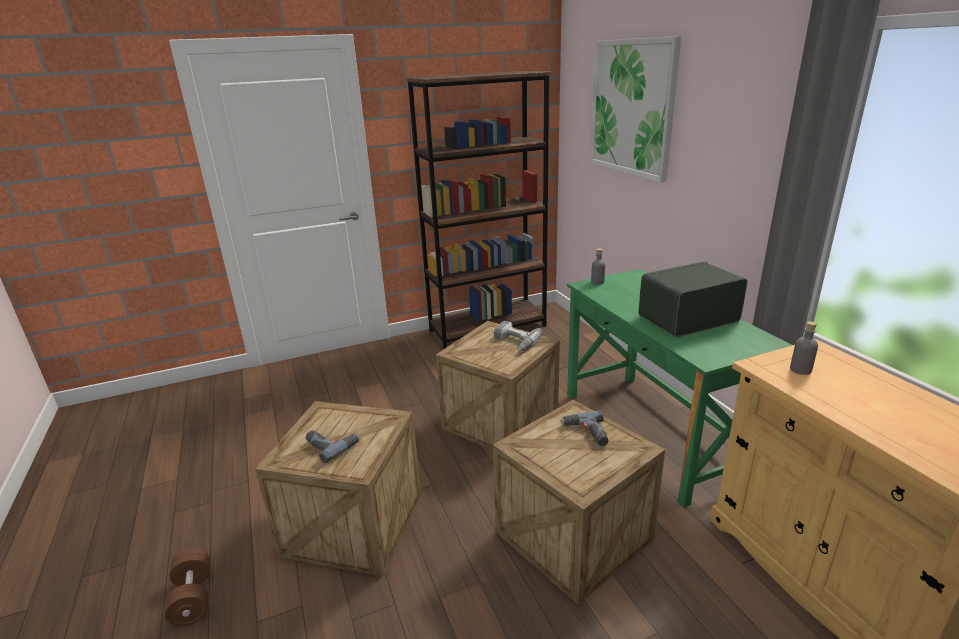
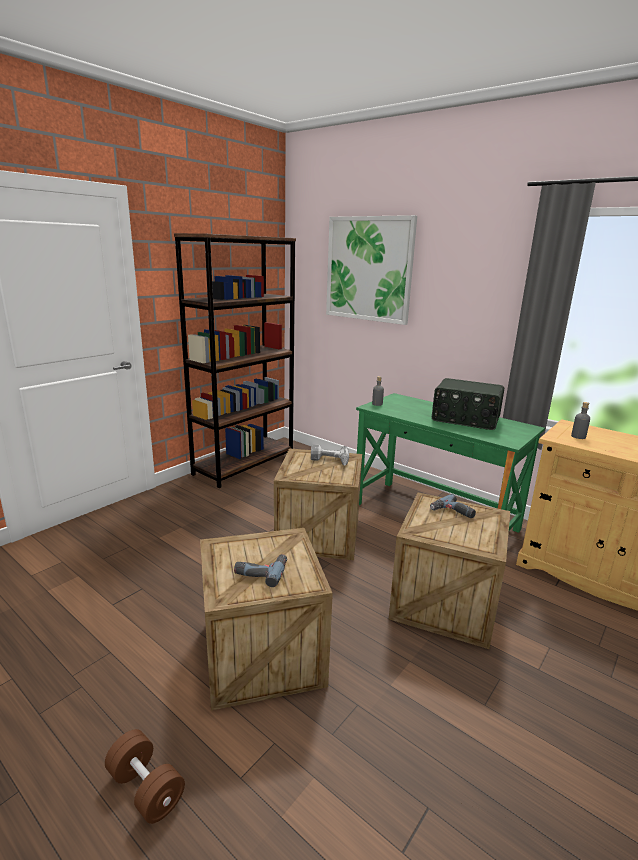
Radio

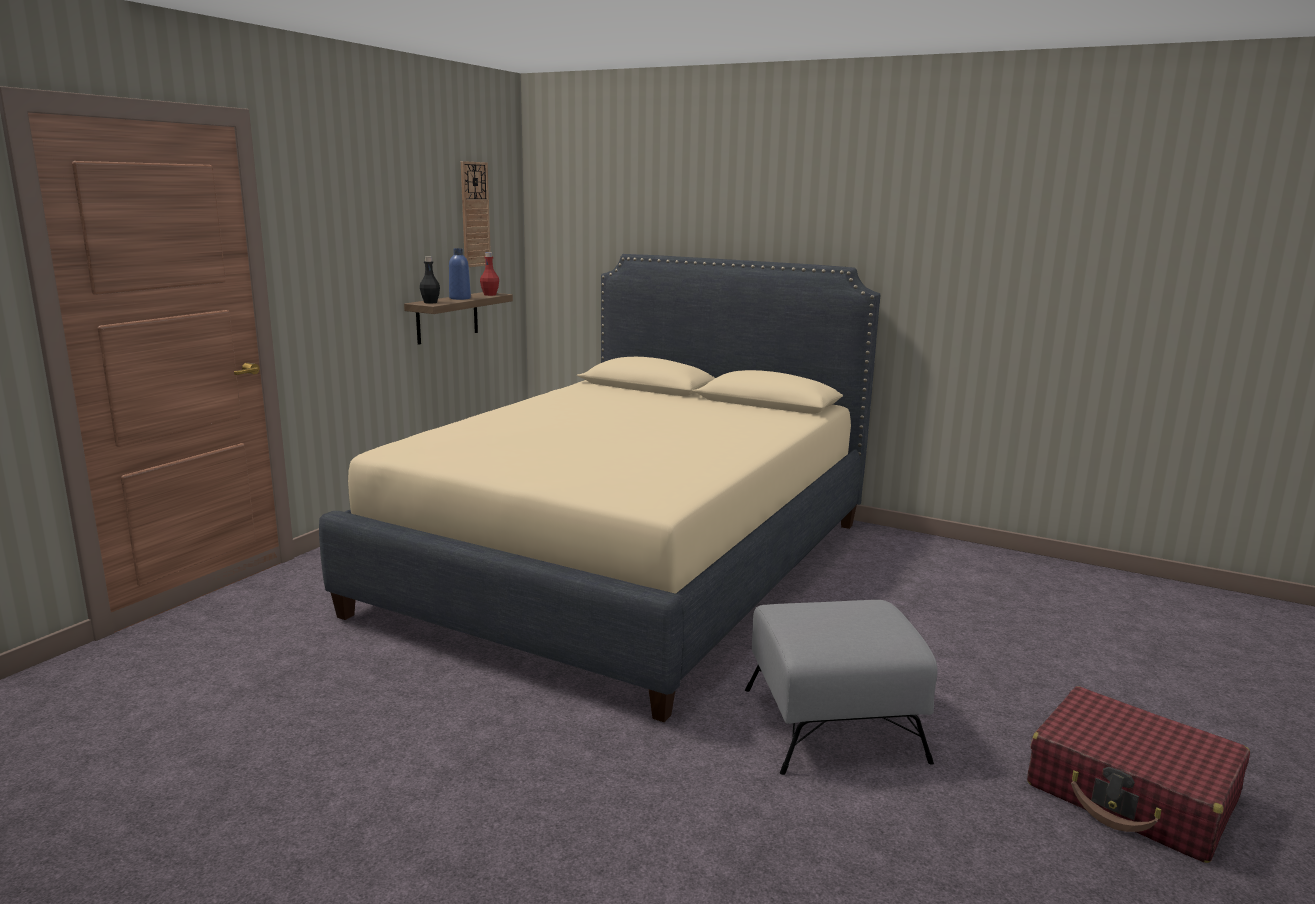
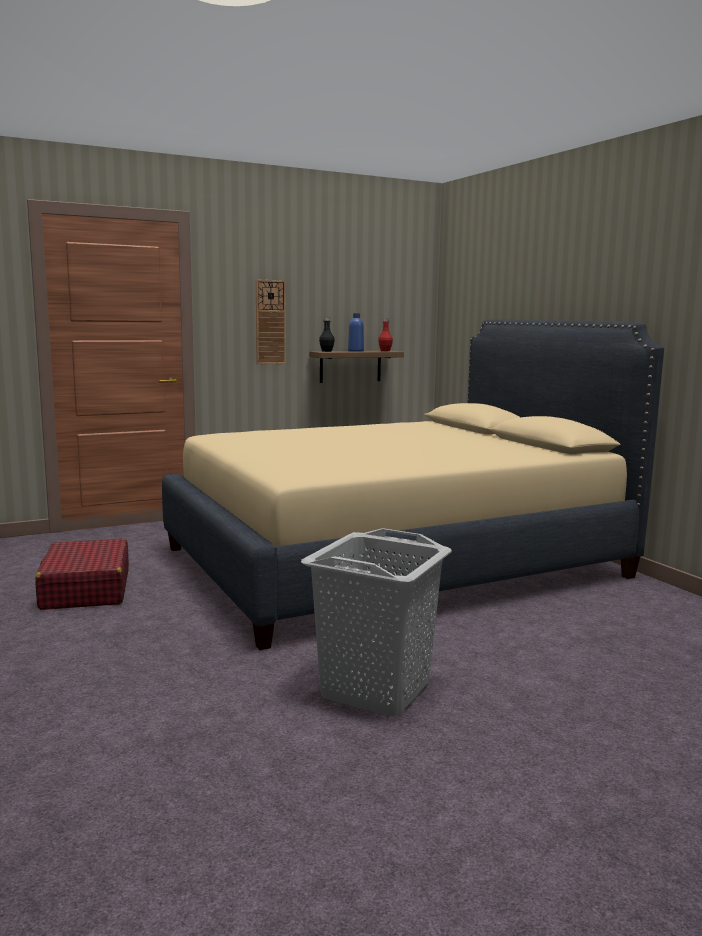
Wanduhr; Wäschekorb [grau]; Koffer [rot]

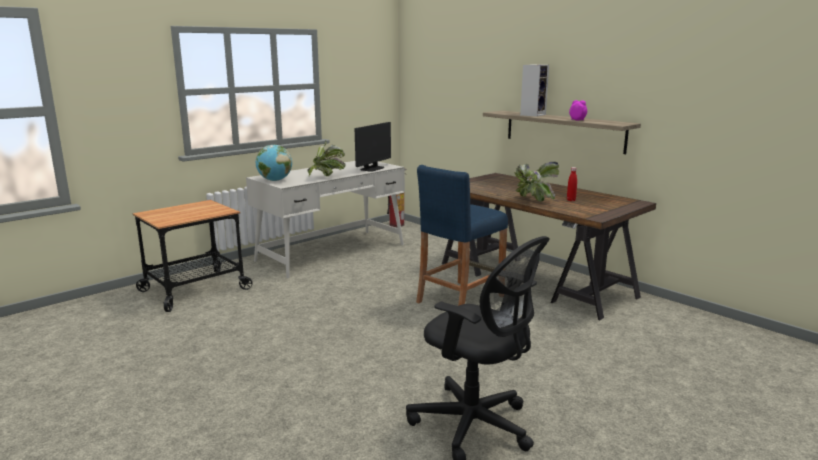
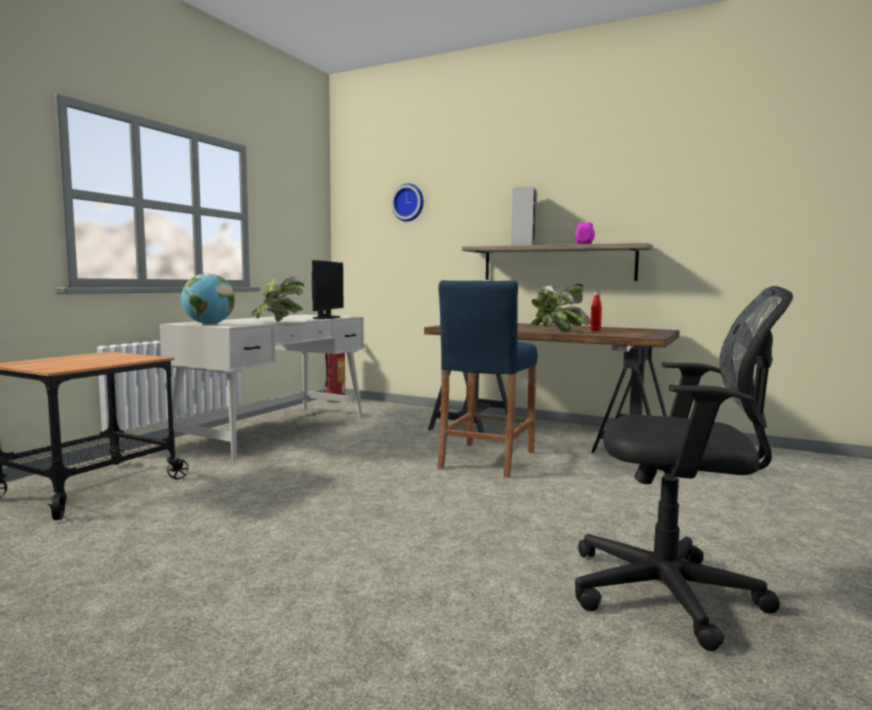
Wanduhr

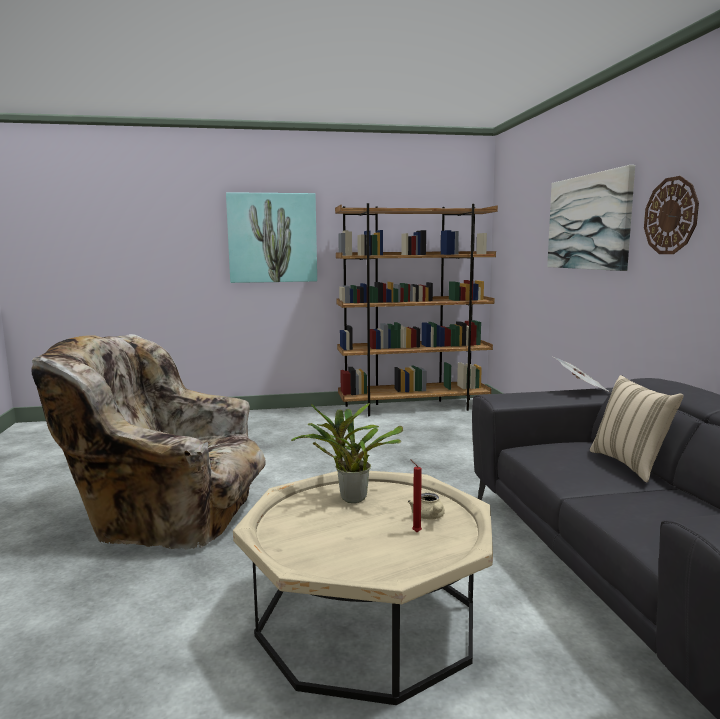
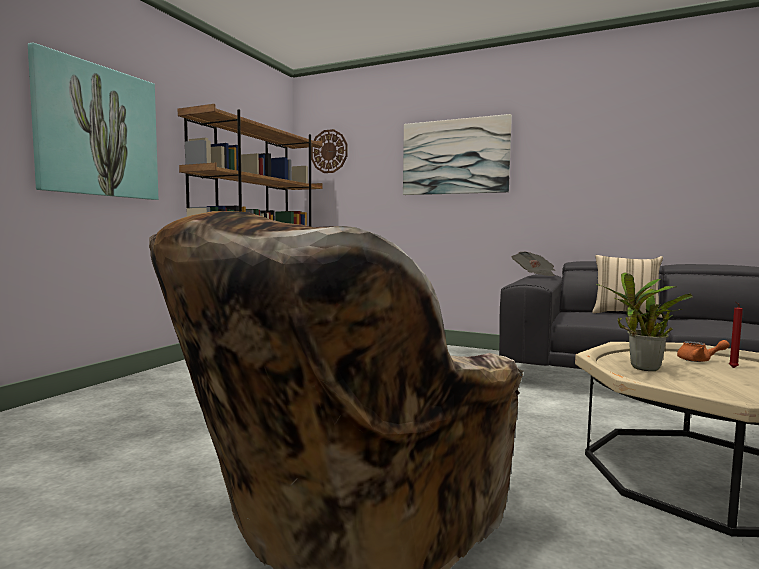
Wanduhr; Teekanne [orange]

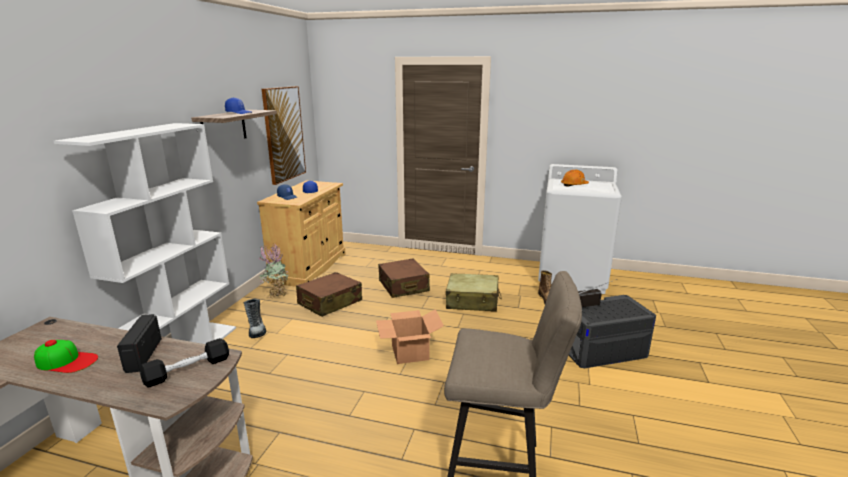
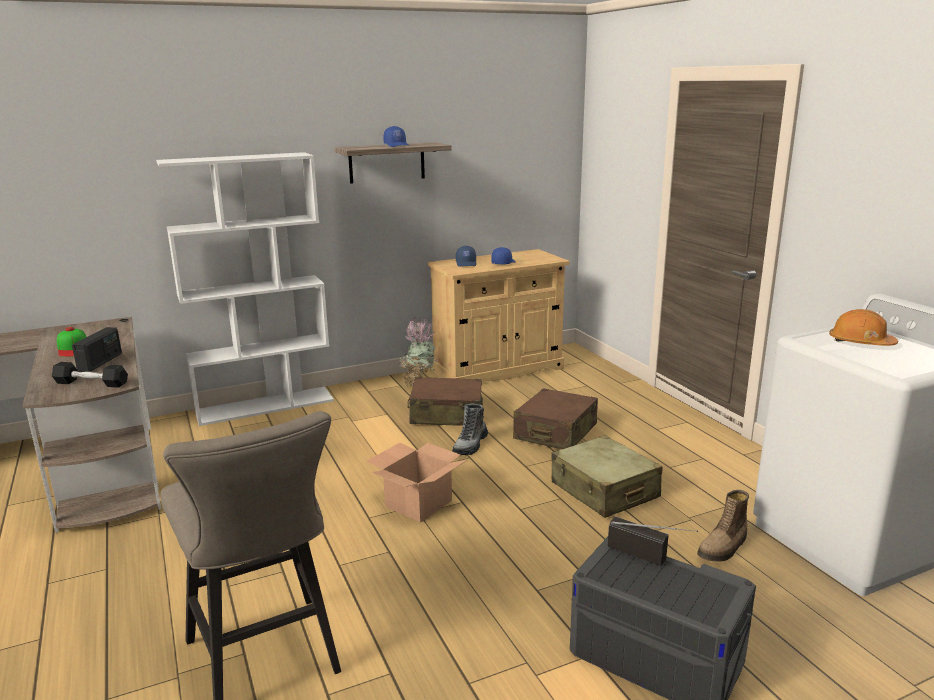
Bild; Stiefel (no. 1 from left); Radio (no. 1 from left)

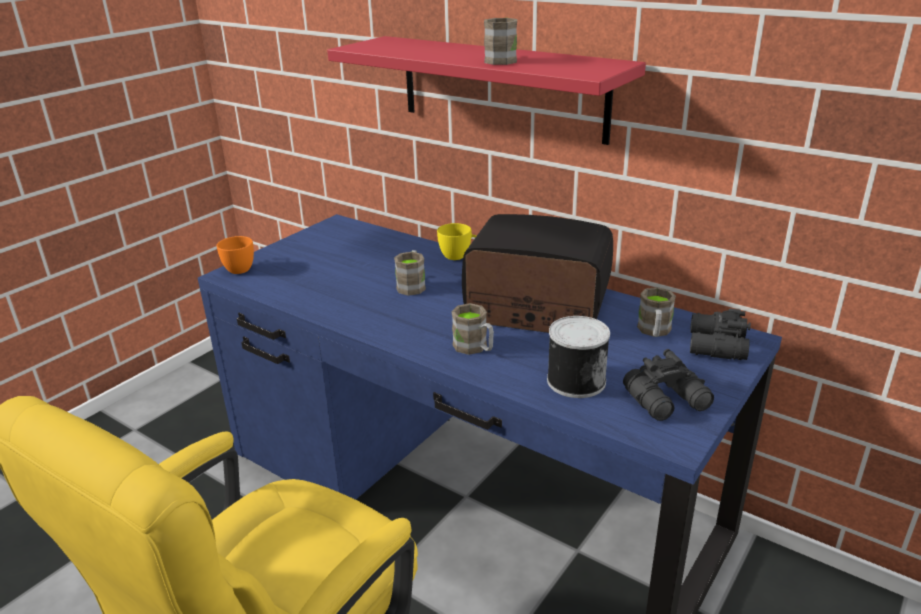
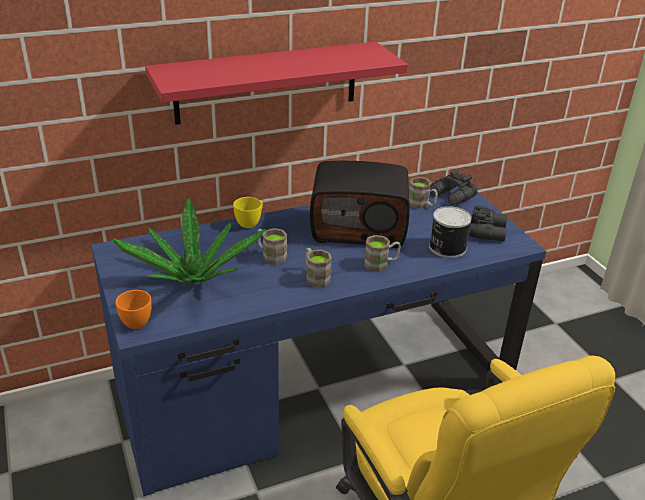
Henkelbecher [braun] (no. 2 from left); Radio; Topfpflanze

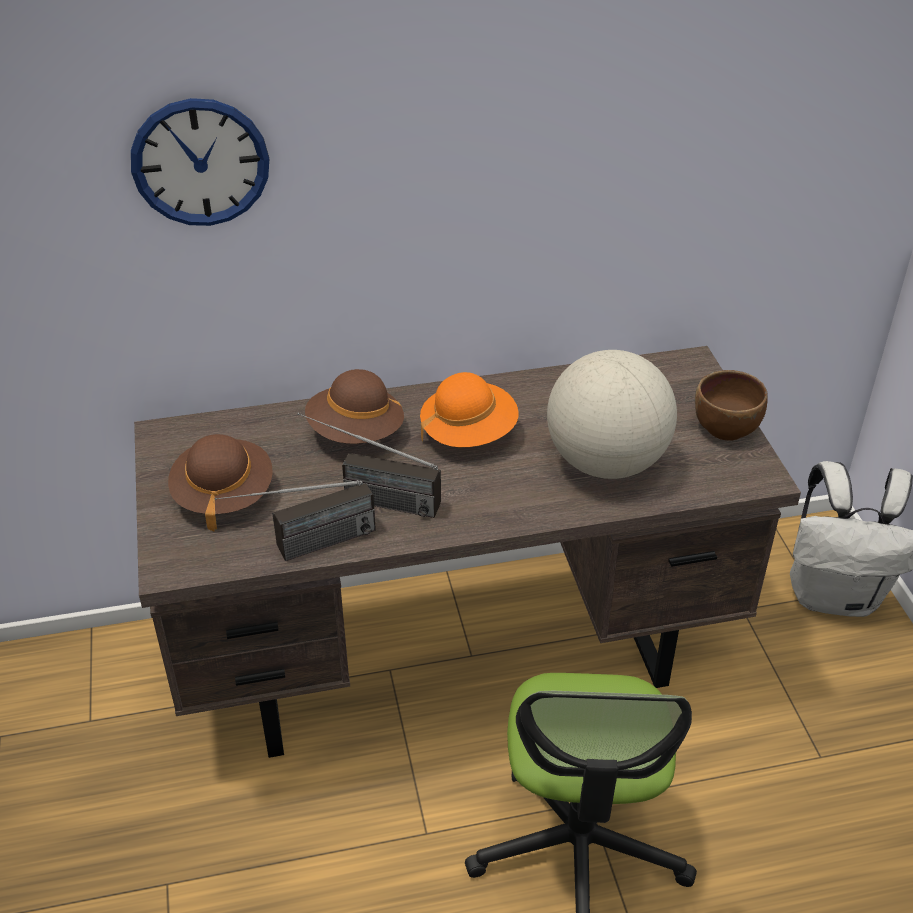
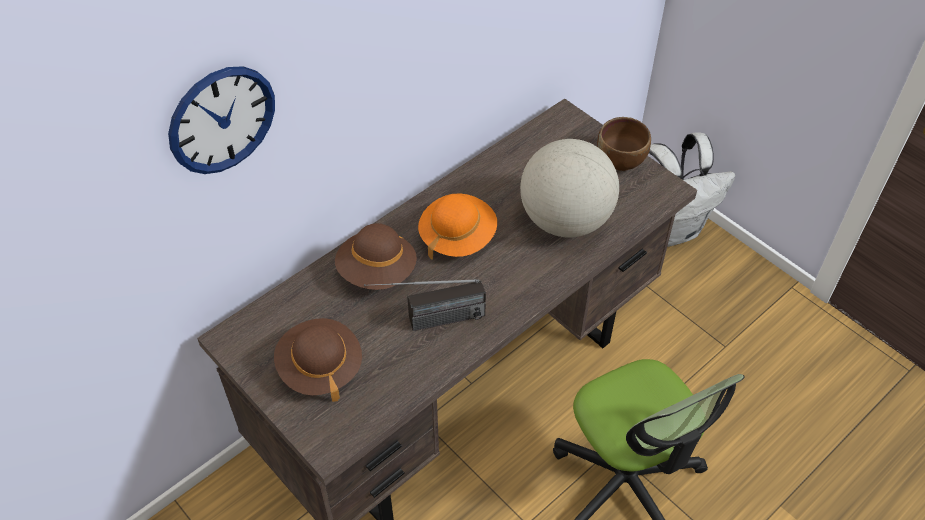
Radio (no. 1 from left in the first image)

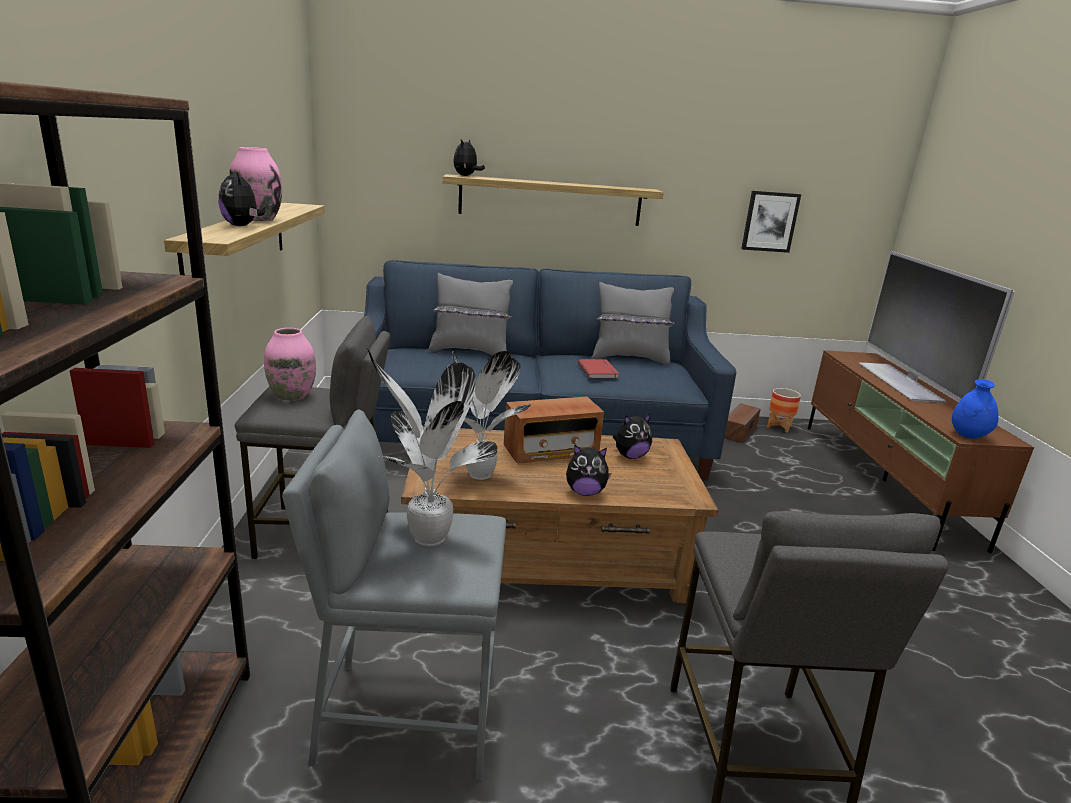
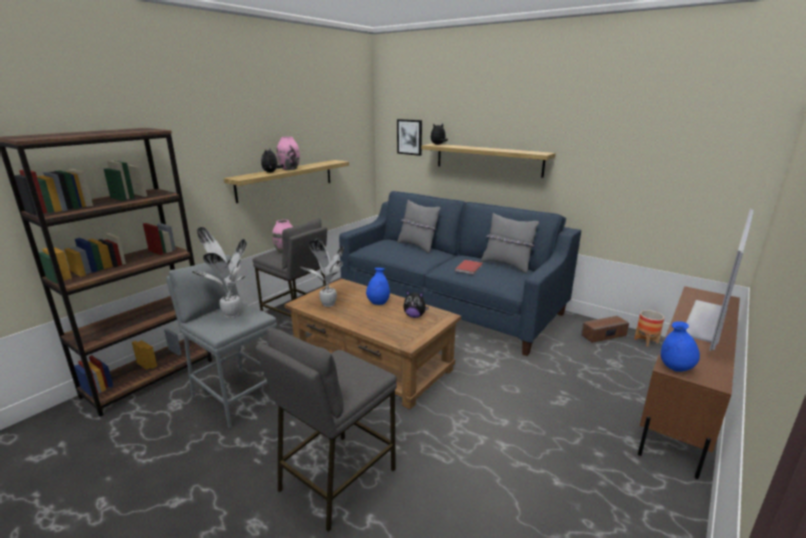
Bild; Vase [blau] (no. 1 from left); Plüschtier (no. 3 from left in the first image)

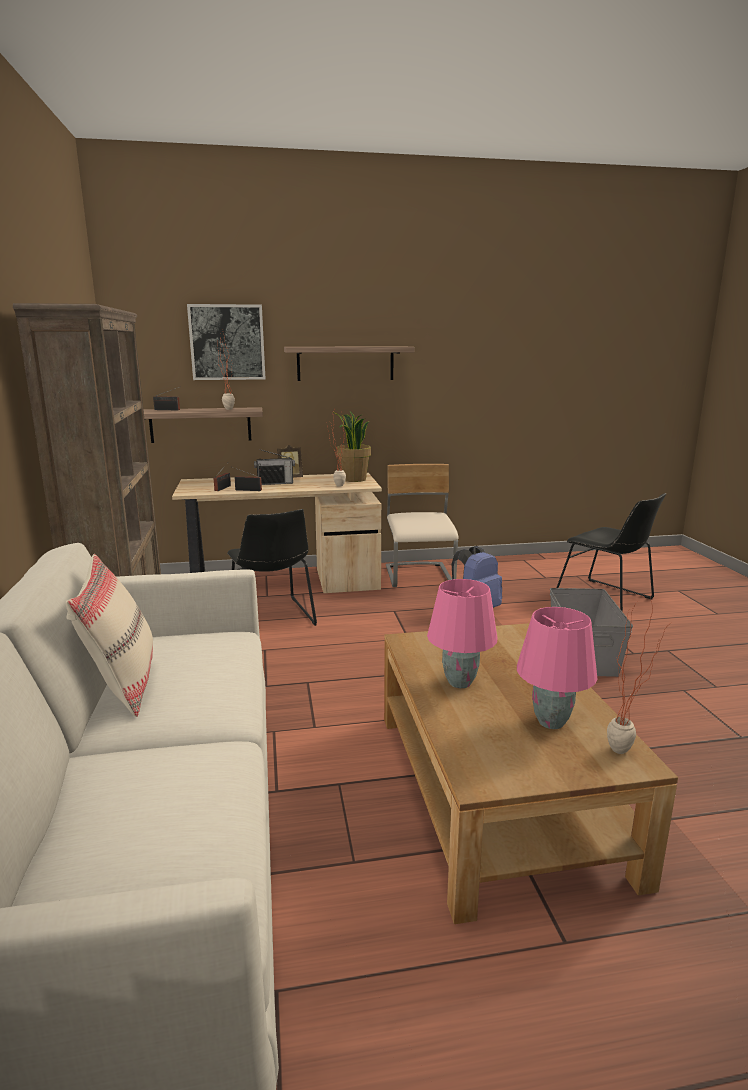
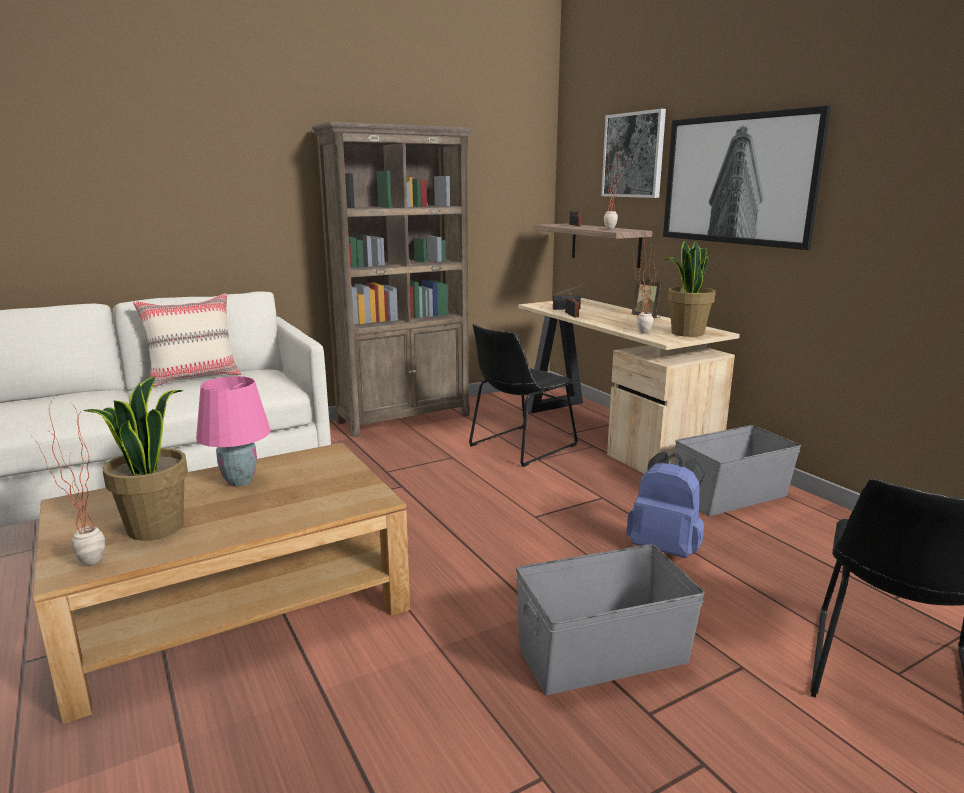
Bild (no. 2 from left); Radio (no. 4 from left in the first image); Aufbewahrungsbox [grau] (no. 2 from left); Topfpflanze (no. 2 from left)

